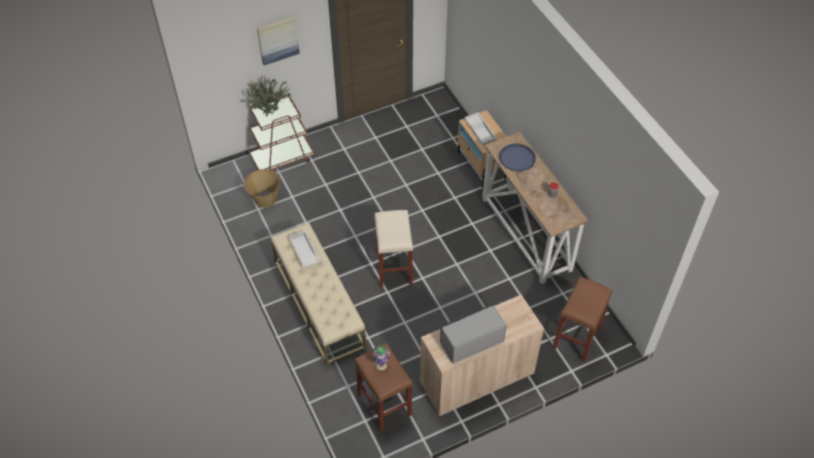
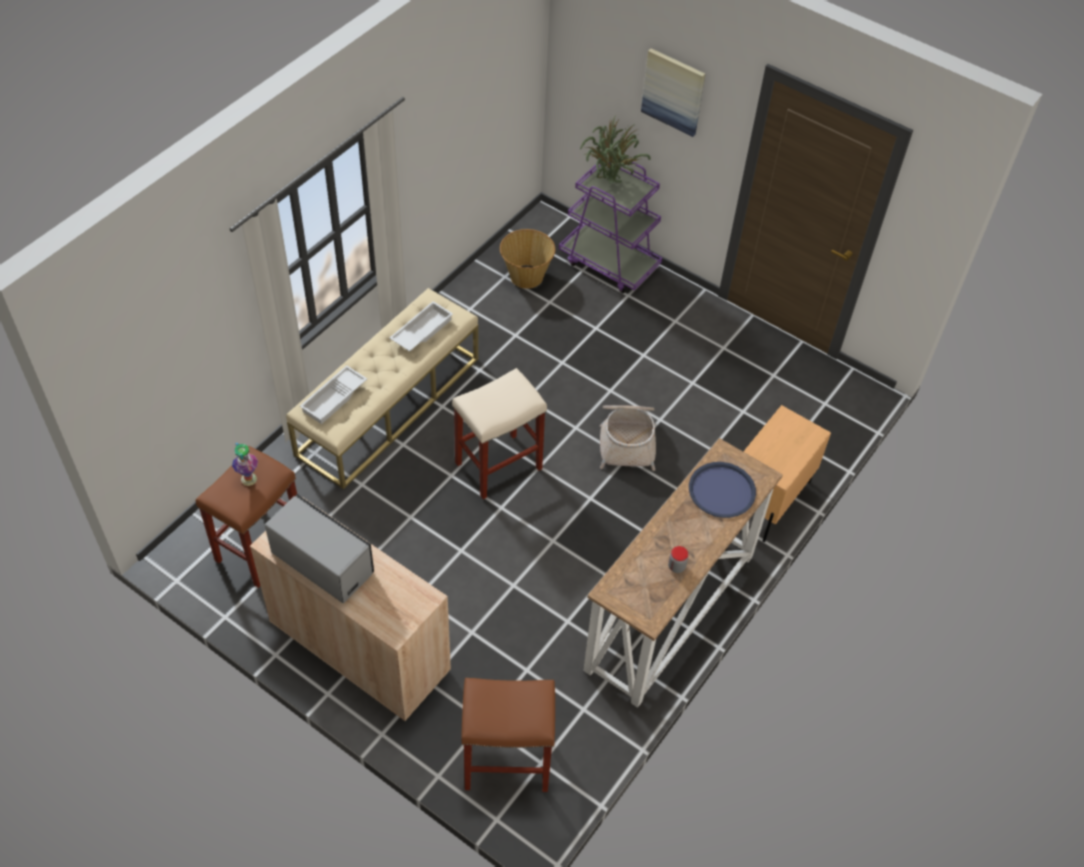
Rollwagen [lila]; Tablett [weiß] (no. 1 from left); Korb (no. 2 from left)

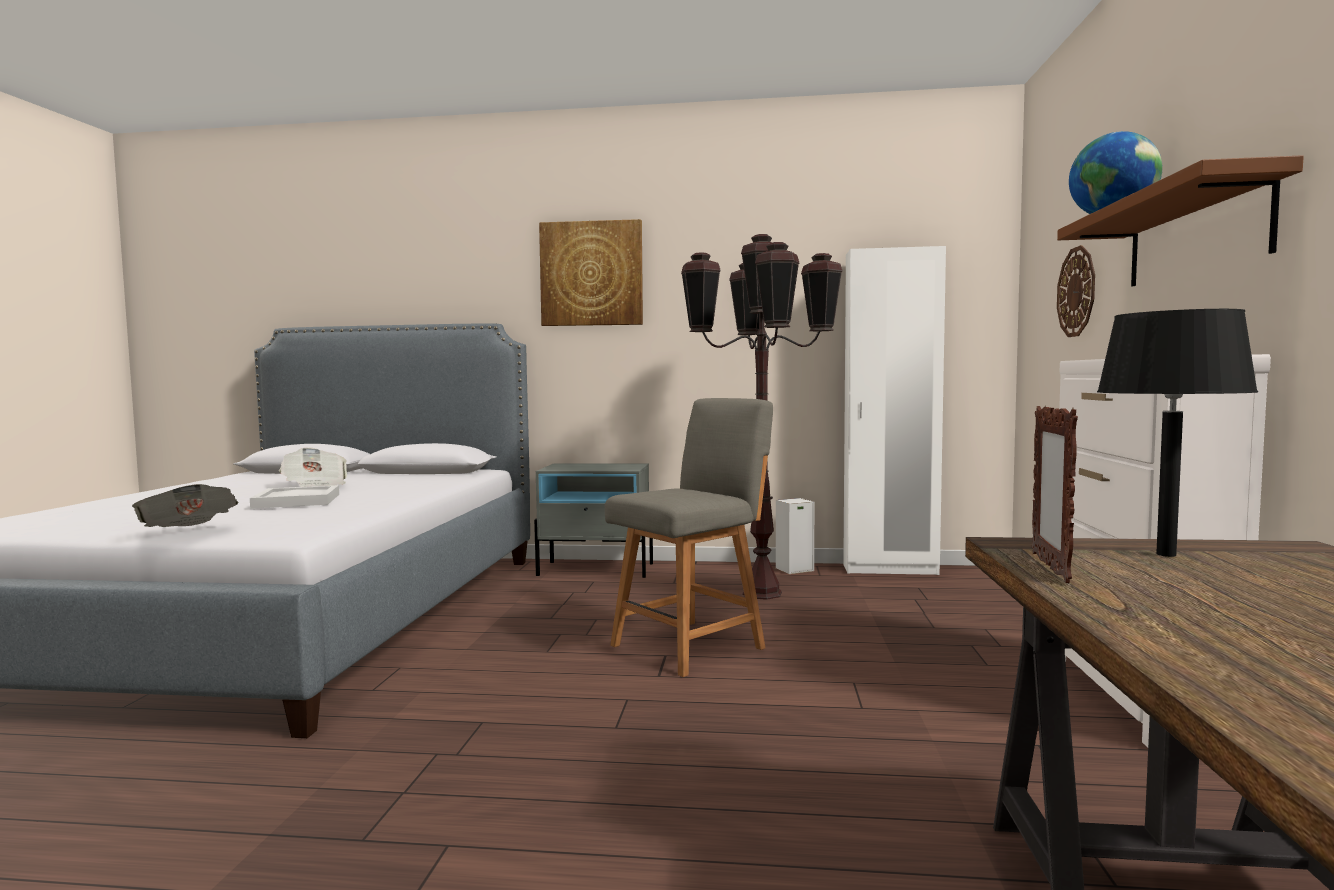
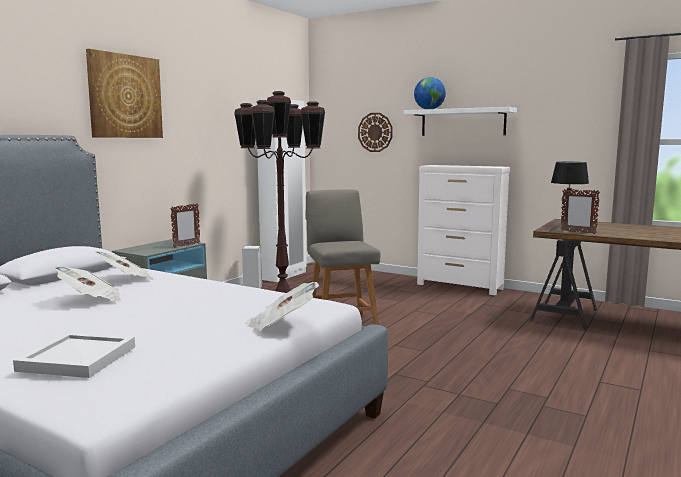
Wandregal [weiß]; Tablett [weiß]; Bilderrahmen (no. 1 from left); Zeitung (no. 2 from left)

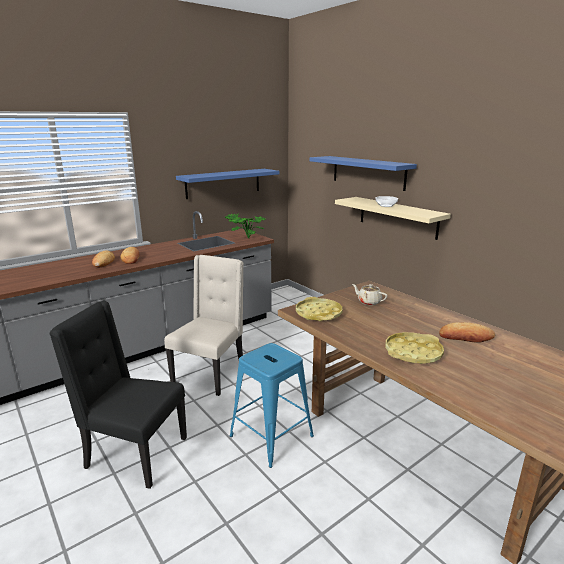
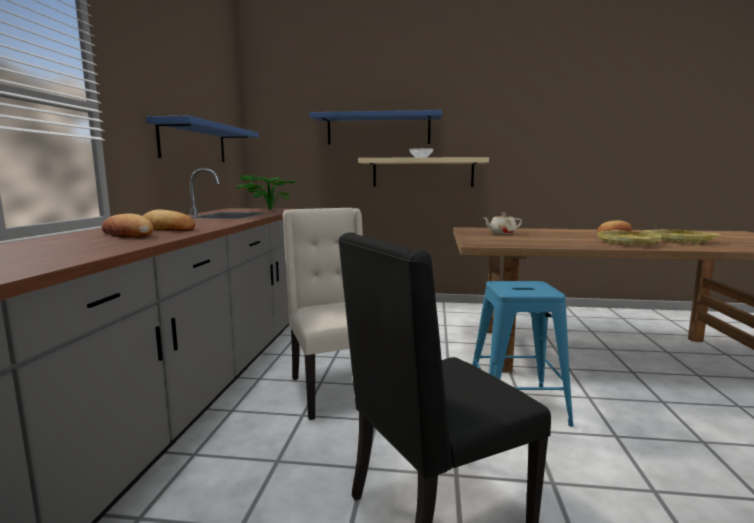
Tablett [gelb] (no. 2 from left)

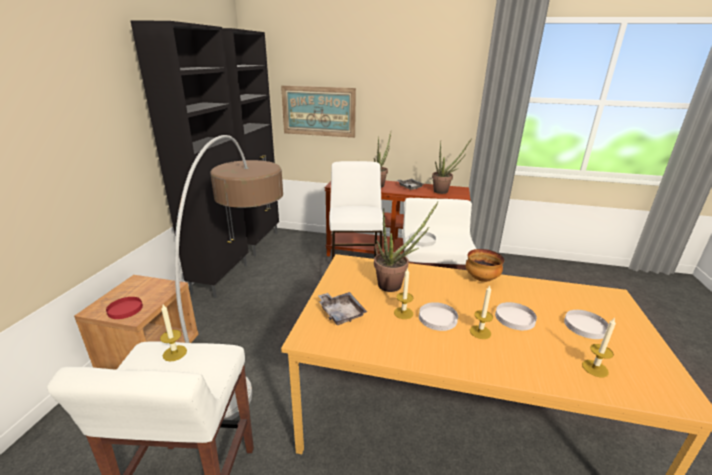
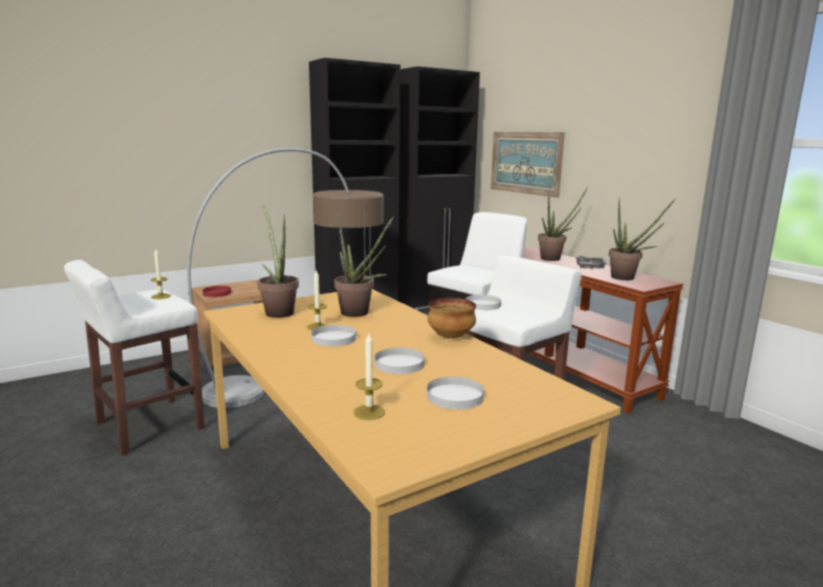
Kerze (no. 3 from left in the first image); Topfpflanze (no. 1 from left)

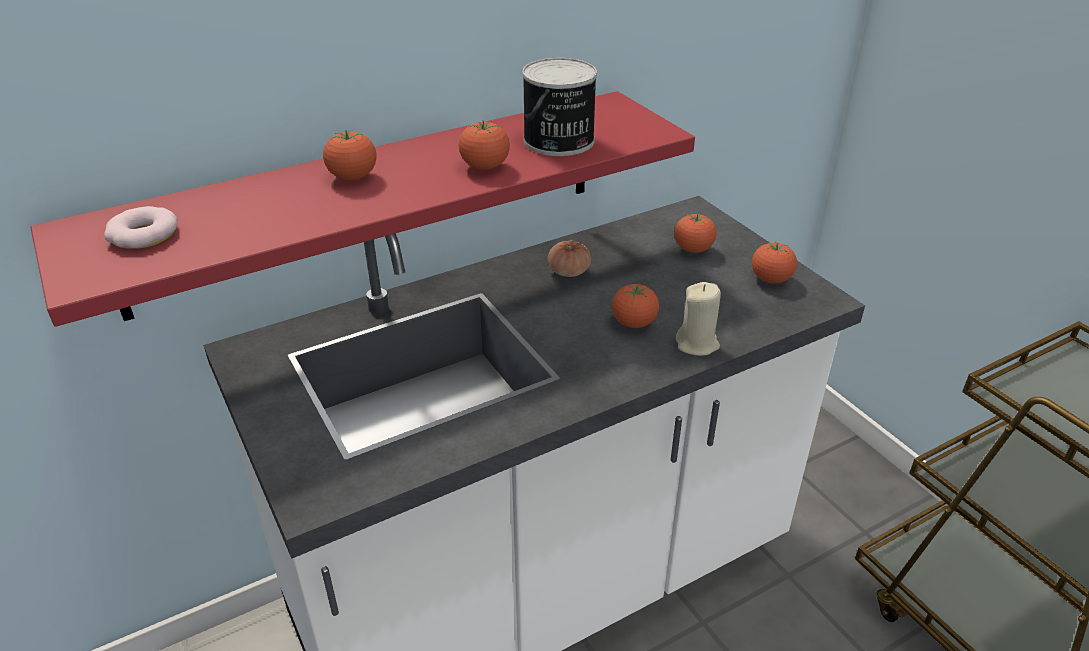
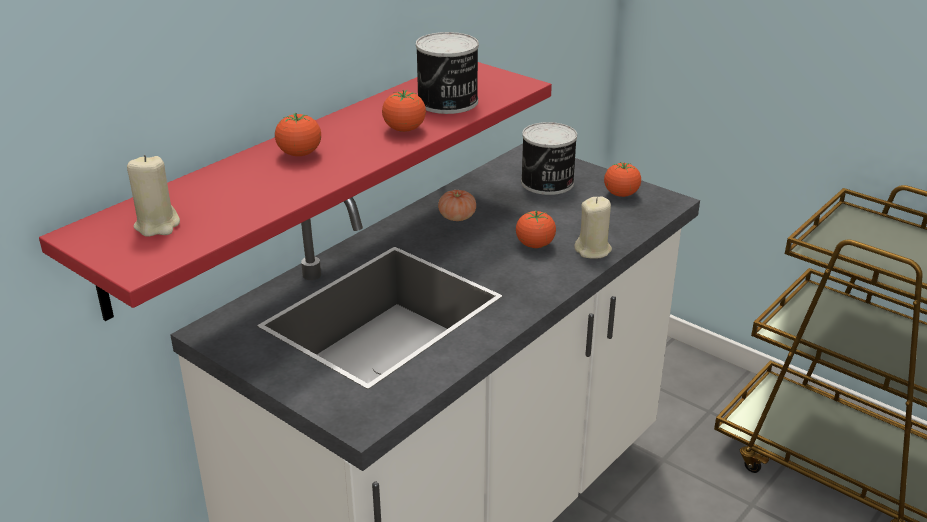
Kerze [beige] (no. 1 from left); Dose (no. 2 from left)

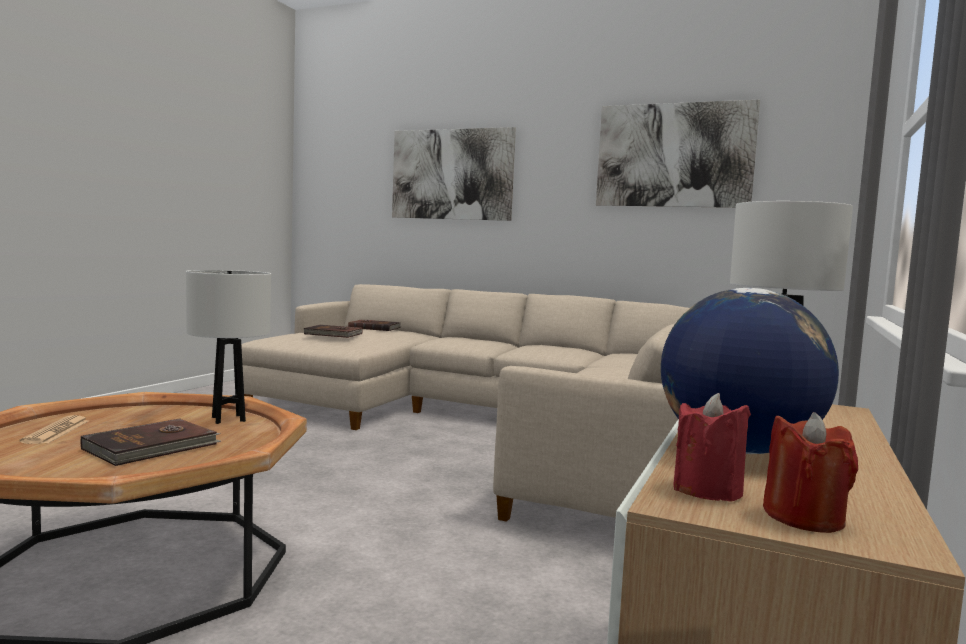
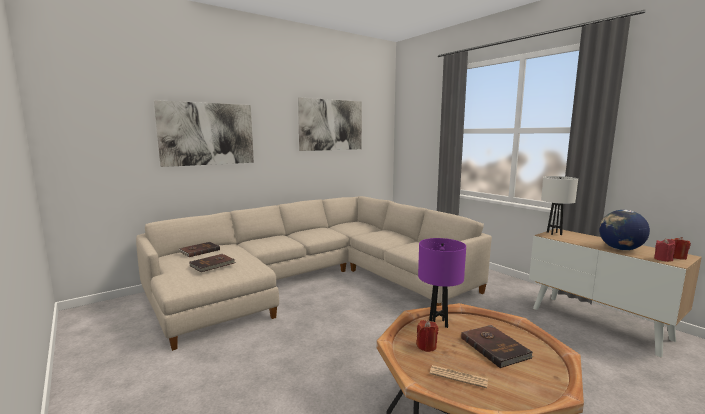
Tischlampe [lila]; Kerze [rot] (no. 1 from left)

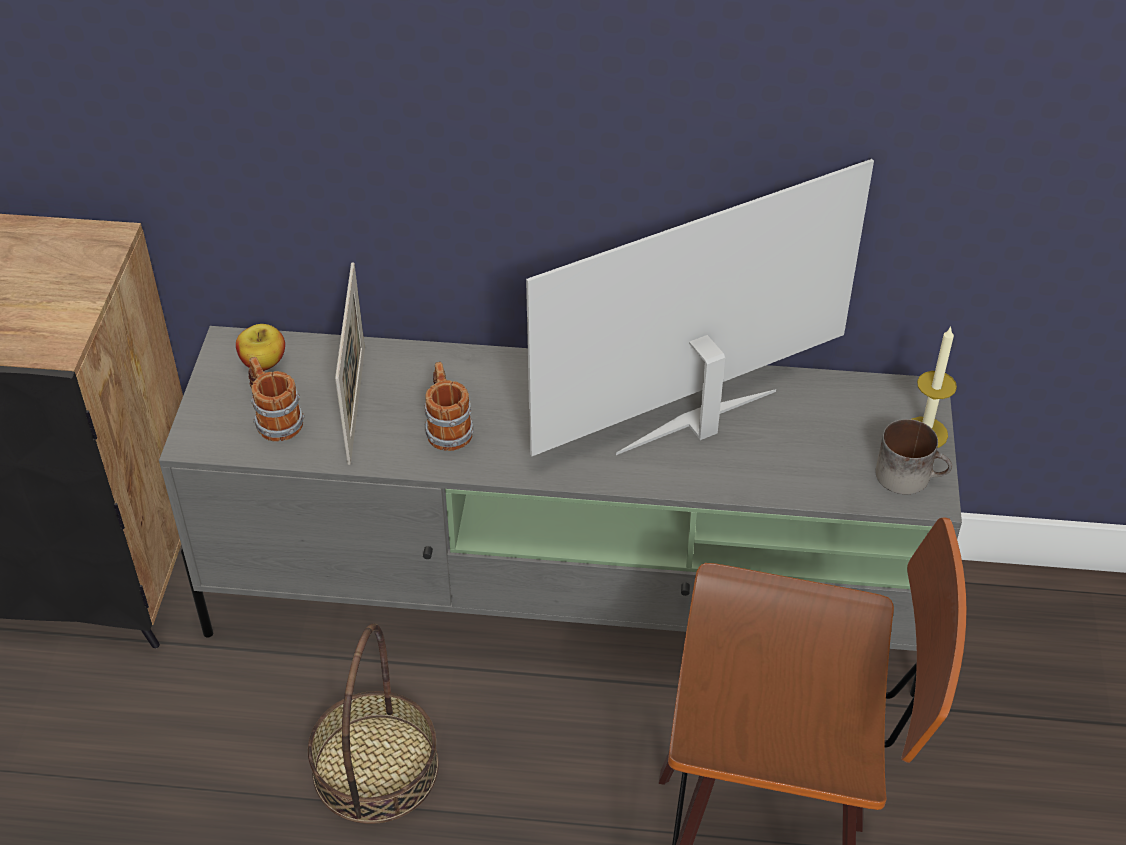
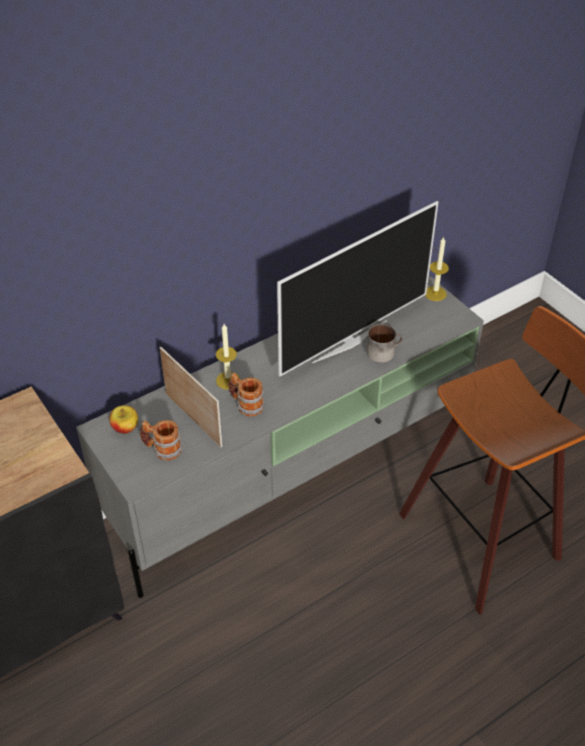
Fernseher; Henkelbecher (no. 3 from left); Korb; Kerze (no. 1 from left)

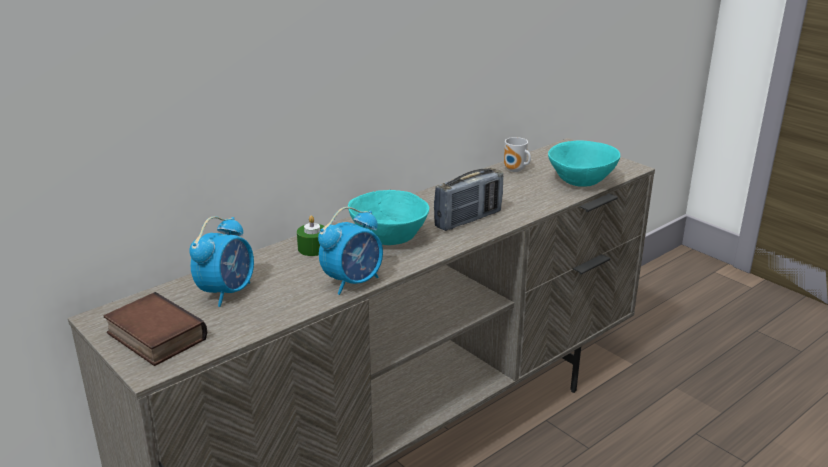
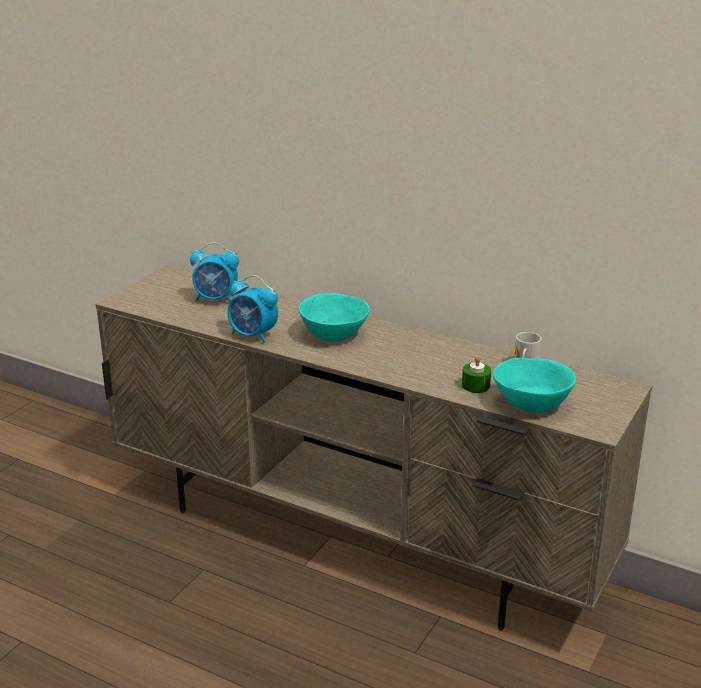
Radio; Kerze [grün]; Buch

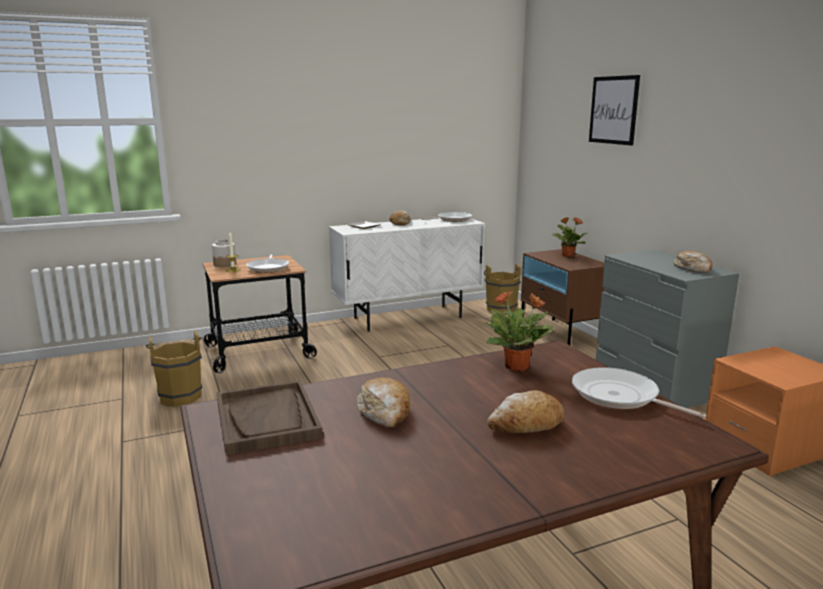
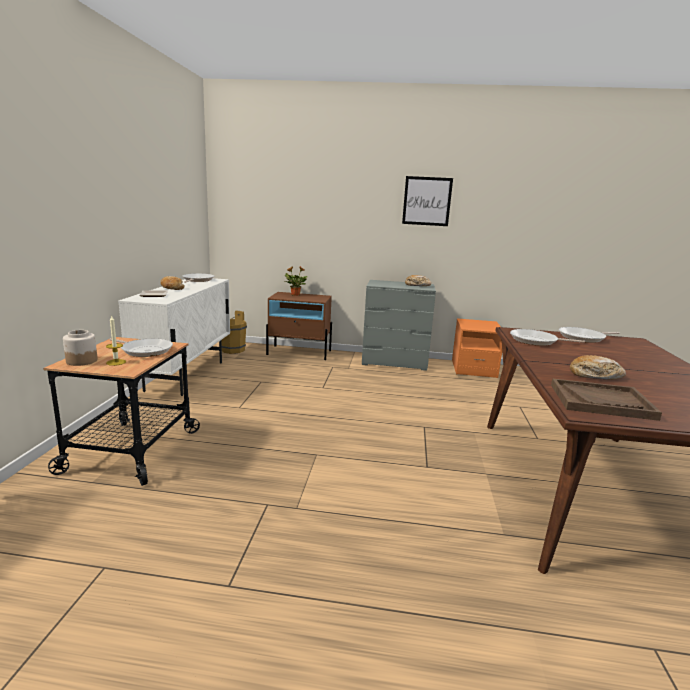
Bild; Pfanne (no. 3 from left); Eimer [braun] (no. 1 from left in the first image); Brot (no. 3 from left in the first image)

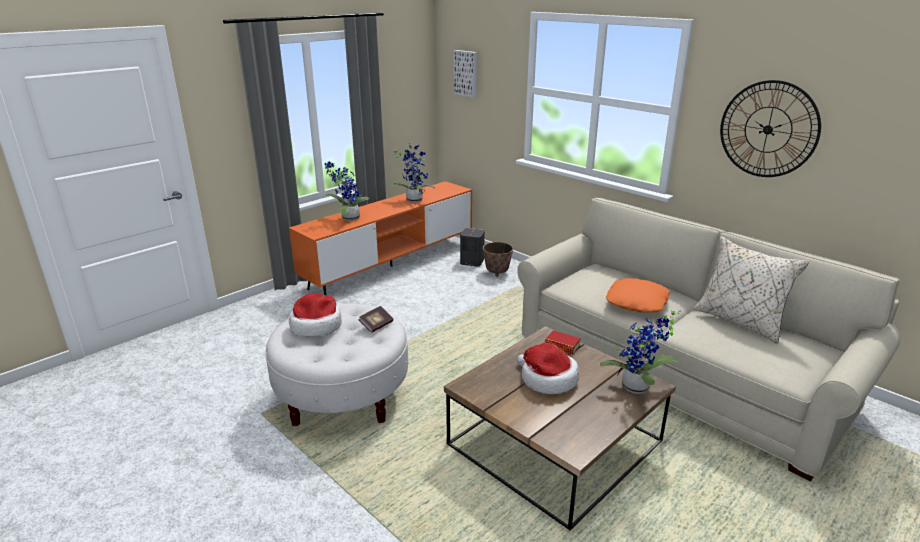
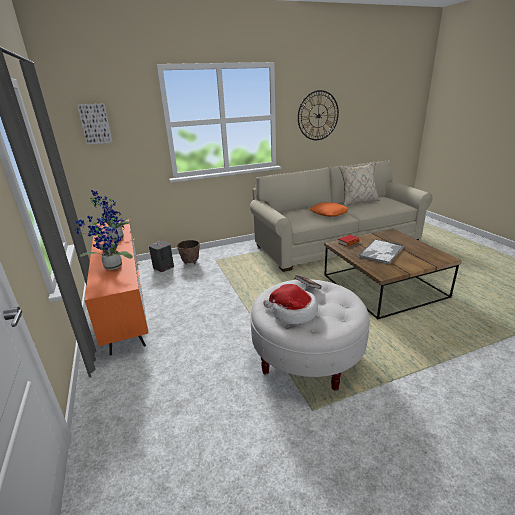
Topfpflanze (no. 3 from left in the first image); Tablett

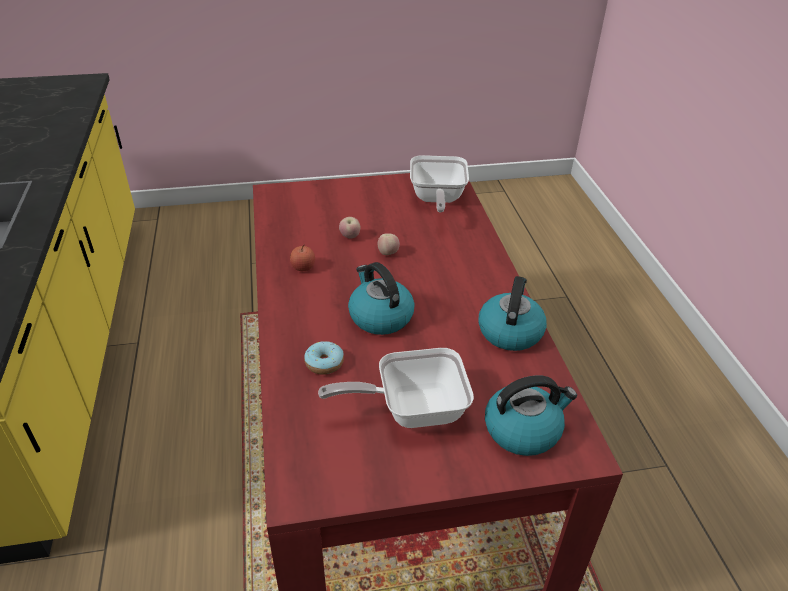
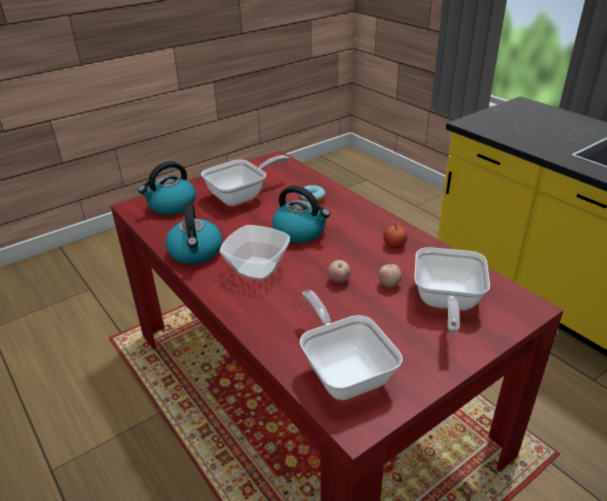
Schüssel; Pfanne (no. 3 from left)

